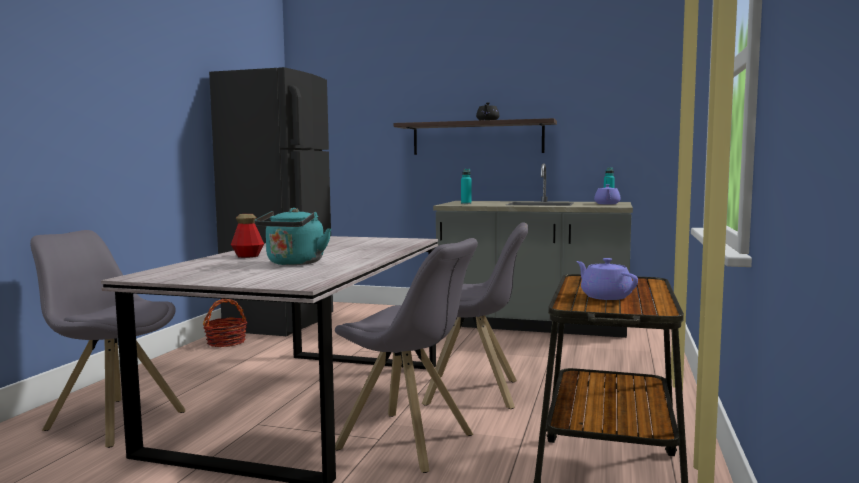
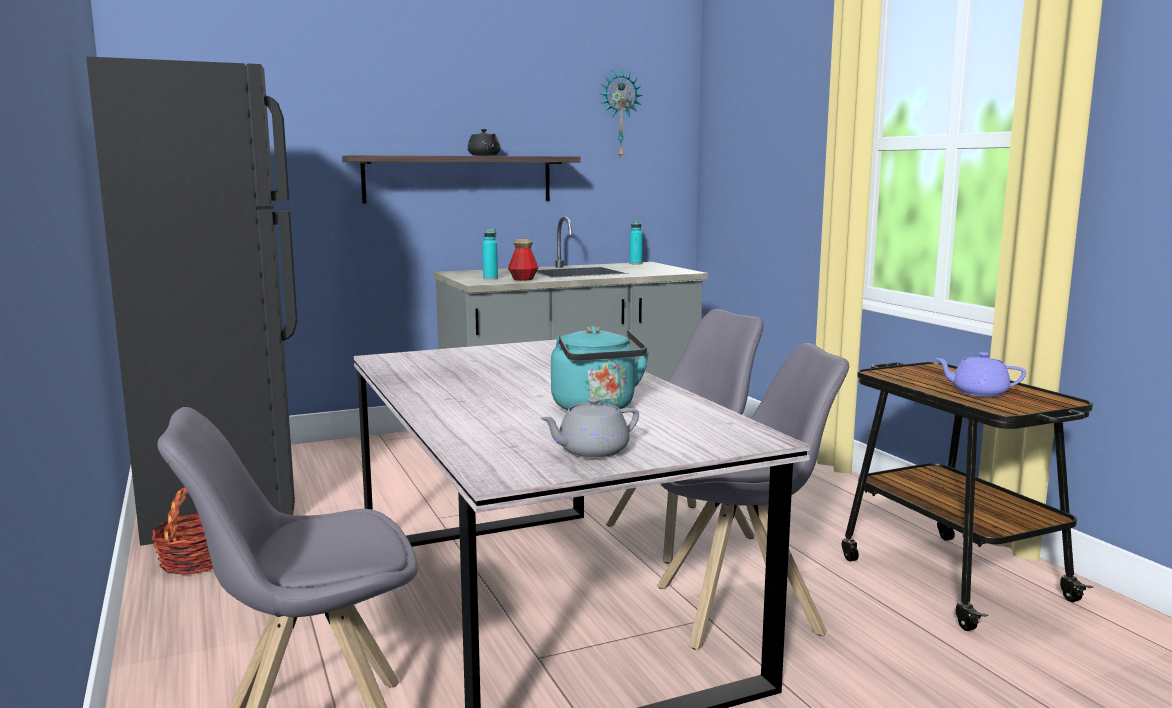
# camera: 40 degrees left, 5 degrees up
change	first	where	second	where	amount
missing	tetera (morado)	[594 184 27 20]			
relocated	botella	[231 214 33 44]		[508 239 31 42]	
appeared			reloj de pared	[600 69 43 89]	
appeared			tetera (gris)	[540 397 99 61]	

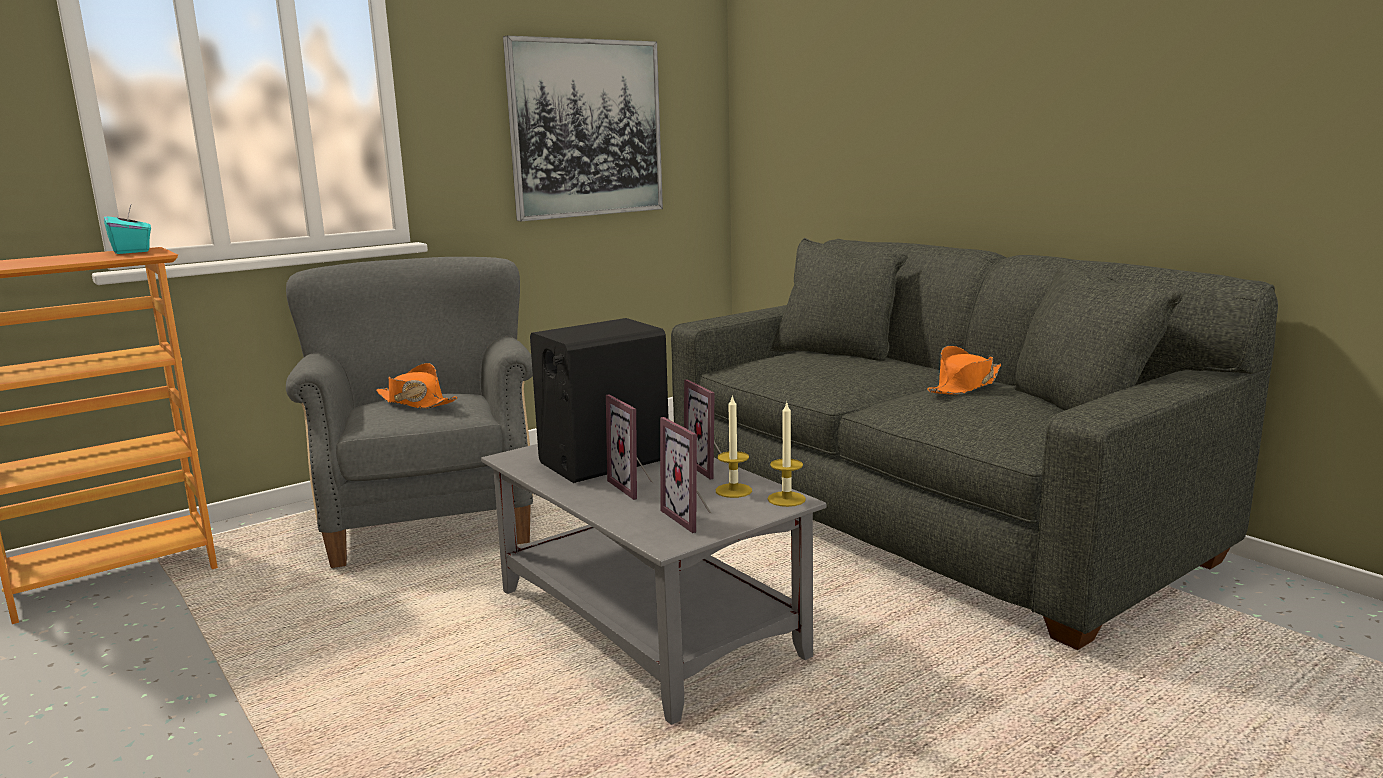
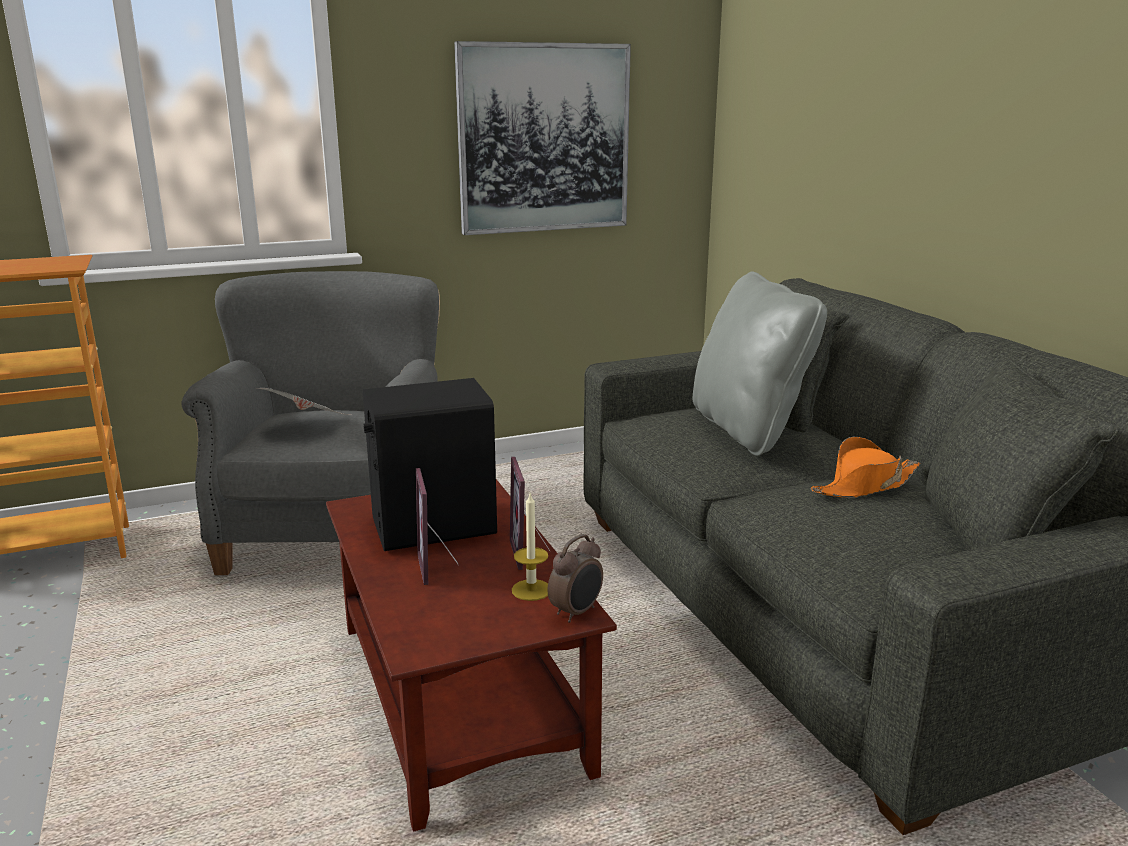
# camera: 15 degrees right, 5 degrees up
change	first	where	second	where	amount
missing	caja de pañuelos (turquesa)	[104 205 47 49]			
exchanged	sombrero (naranja)	[376 363 82 46]	periódico	[256 388 95 27]	
exchanged	vela	[768 401 38 106]	despertador	[548 534 55 89]	
missing	portarretratos	[660 417 52 116]			
colour	mesa de centro (gris)	[481 444 345 281]	mesa de centro (marrón)	[326 479 291 353]	
appeared			cojín (gris)	[693 272 134 184]	

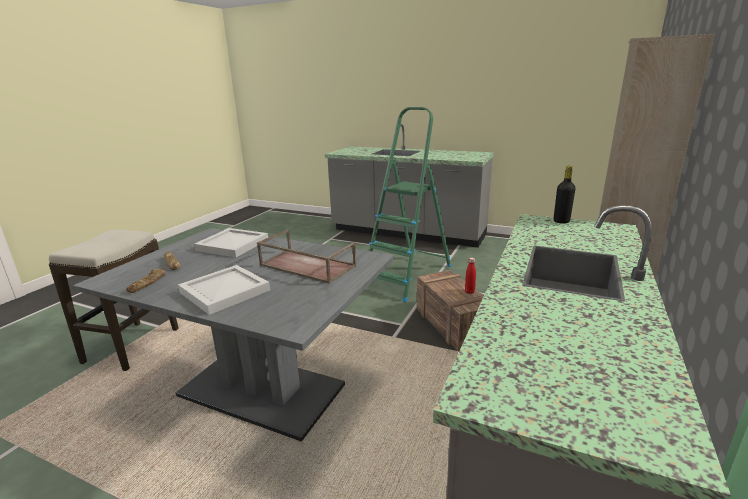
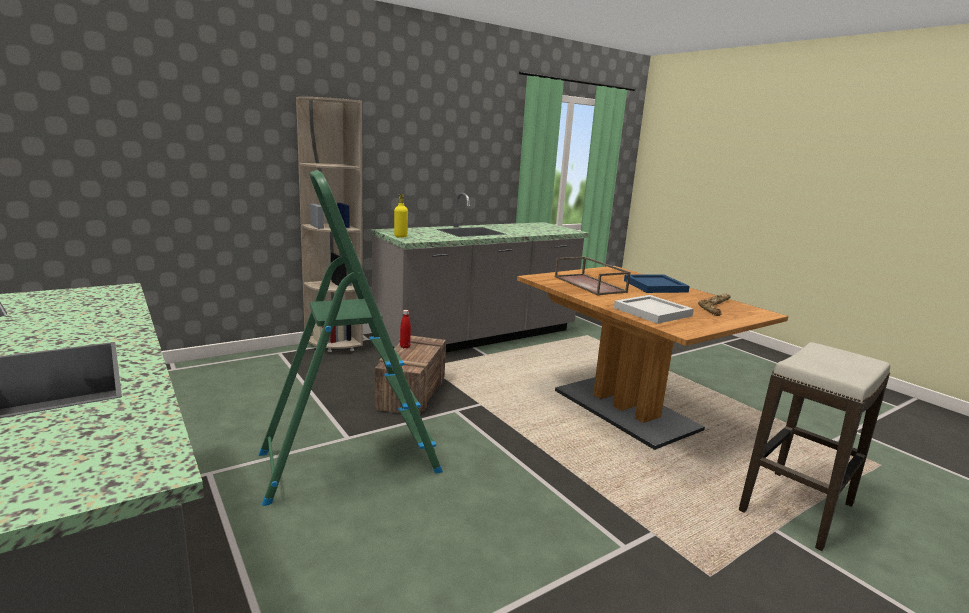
# camera: 150 degrees left, 5 degrees down
change	first	where	second	where	amount
colour	botella (negro)	[554 166 22 58]	botella (amarillo)	[394 194 14 44]	
colour	mesa de comedor (gris)	[73 228 322 214]	mesa de comedor (marrón)	[517 266 271 184]	
colour	bandeja (blanco)	[178 265 92 50]	bandeja (azul)	[624 275 66 18]	

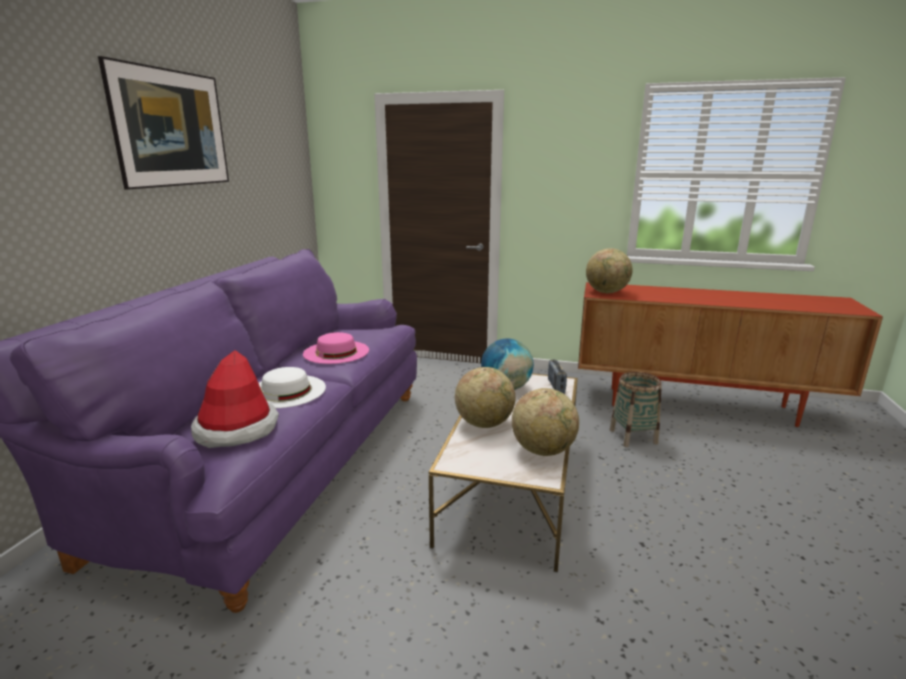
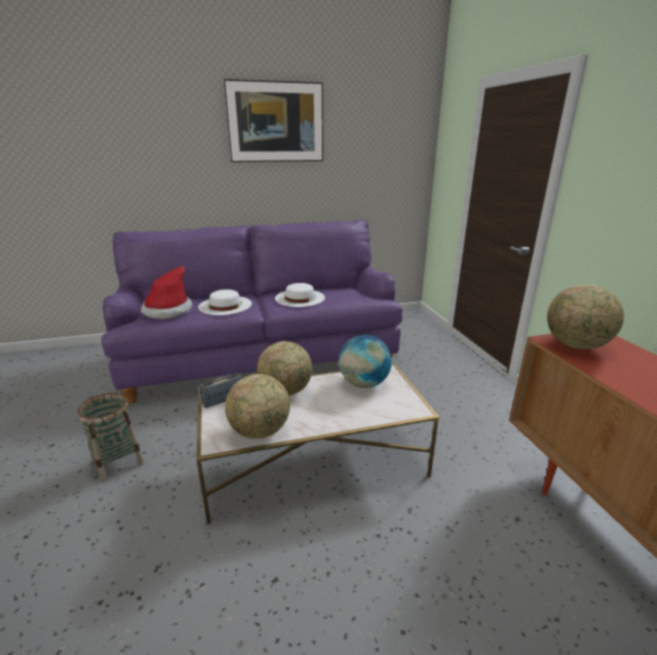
# camera: 60 degrees right, 5 degrees up
change	first	where	second	where	amount
colour	sombrero (rosa)	[303 332 66 32]	sombrero (blanco)	[275 283 50 24]	
relocated	radio	[548 360 19 34]		[199 373 43 35]	
relocated	cesta	[609 372 53 75]		[77 393 67 89]	

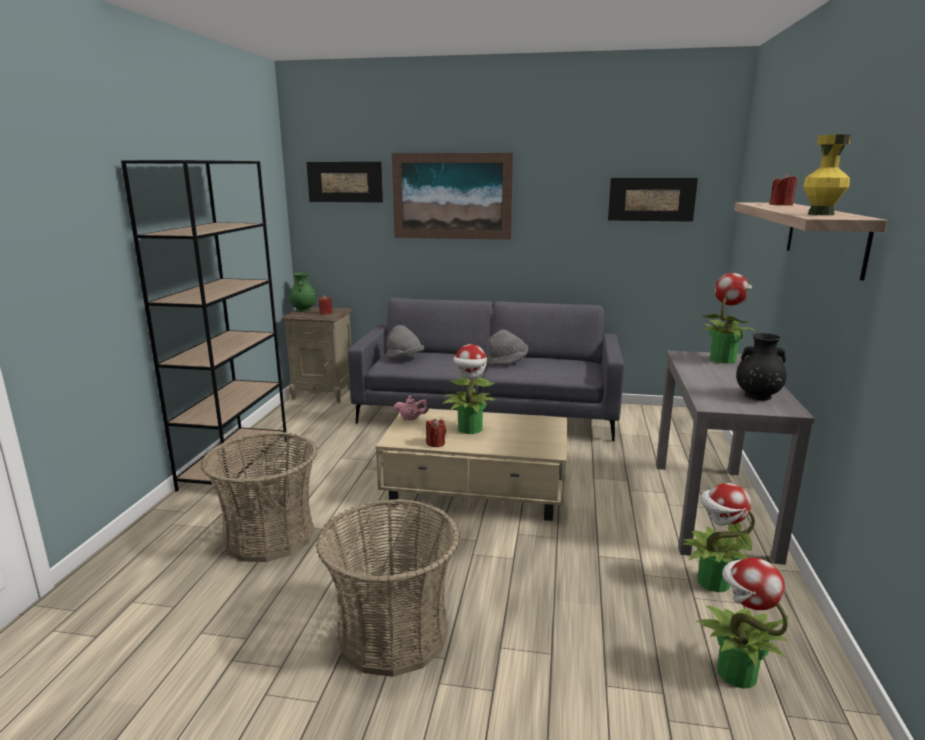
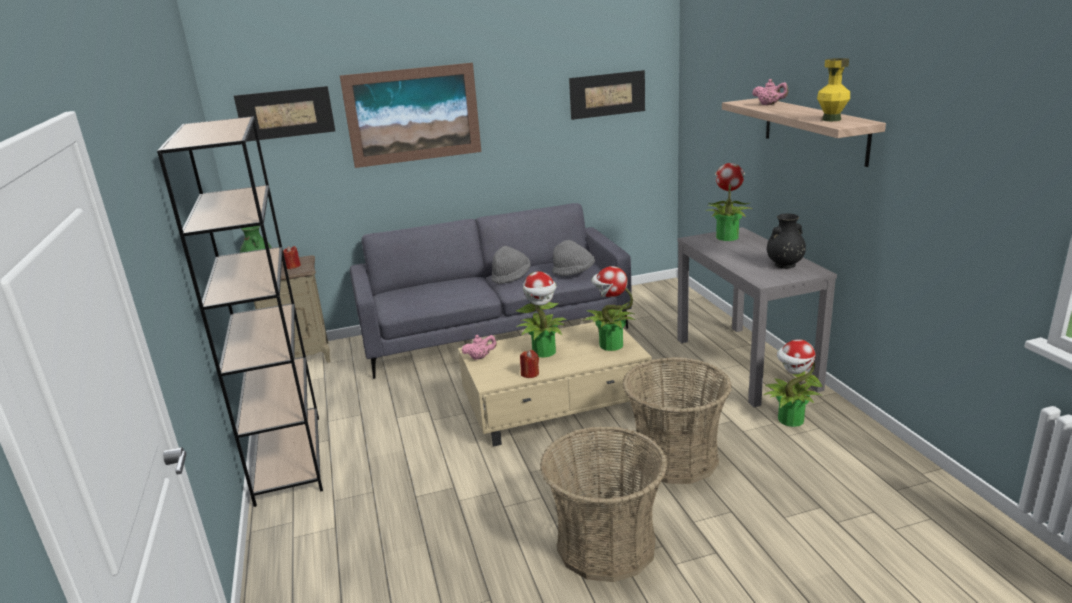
# camera: 25 degrees left, 5 degrees up
change	first	where	second	where	amount
exchanged	vela (rojo)	[769 174 28 32]	tetera (rosa)	[752 79 37 26]	
relocated	sombrero (gris)	[386 325 38 33]		[552 240 43 36]	
relocated	cesta	[201 432 116 130]		[622 357 110 127]	
relocated	planta en maceta	[696 558 92 131]		[583 266 52 85]	

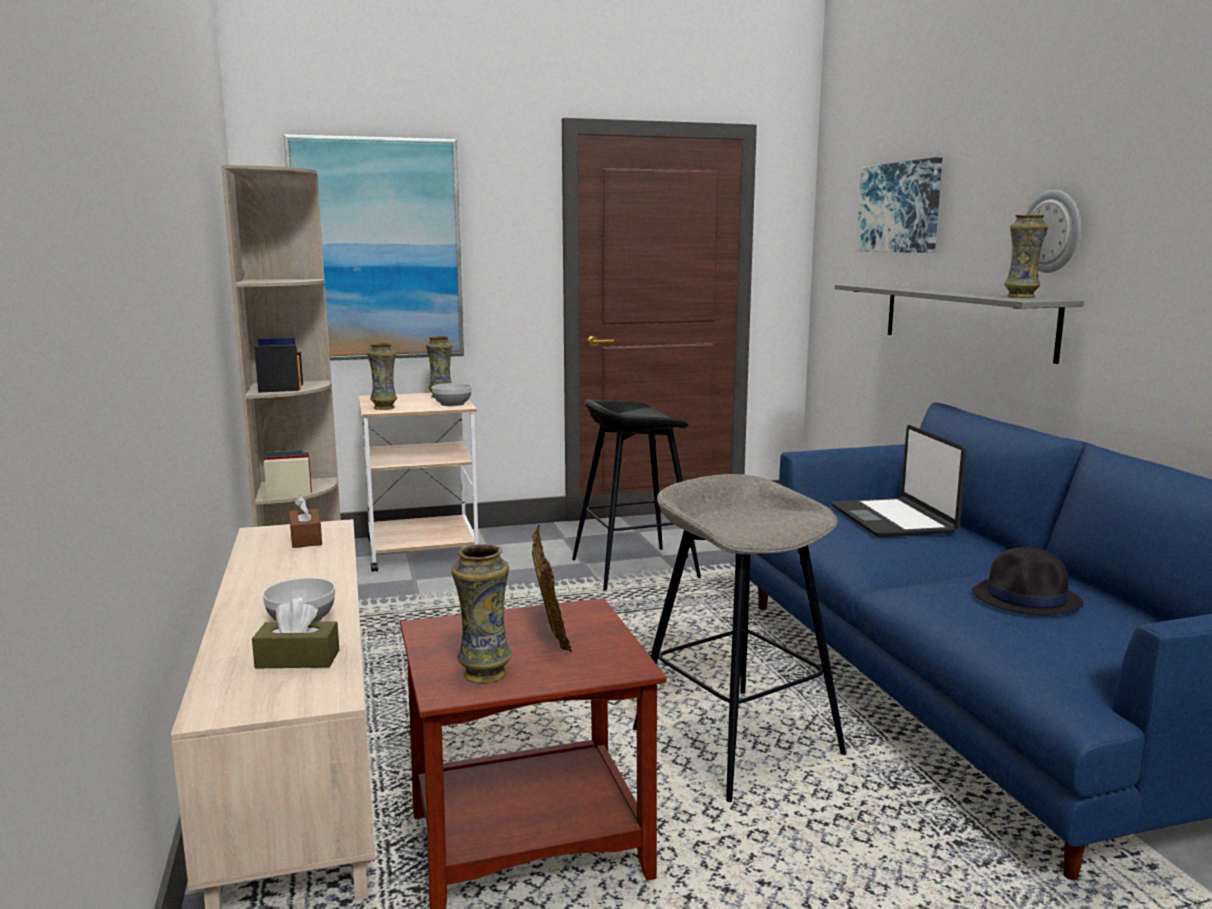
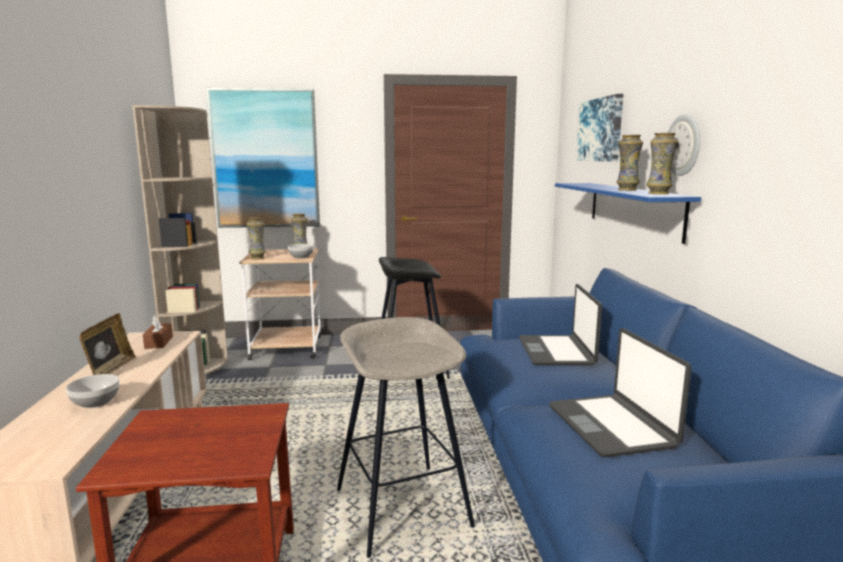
# camera: 10 degrees right, 0 degrees up
change	first	where	second	where	amount
colour	estante (gris)	[835 284 249 80]	estante (azul)	[555 183 146 61]	
relocated	portarretratos	[532 525 40 127]		[79 313 57 62]	
relocated	florero	[451 544 61 139]		[616 135 27 56]	
exchanged	sombrero (negro)	[972 547 112 69]	portátil	[549 328 143 129]	
missing	caja de pañuelos (marrón)	[252 599 87 69]			

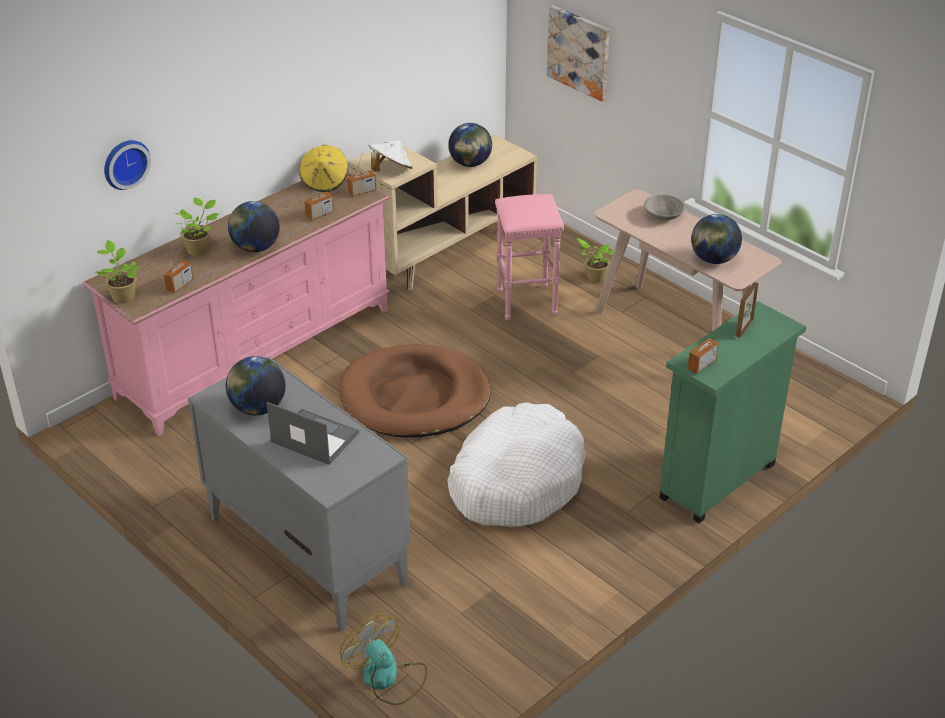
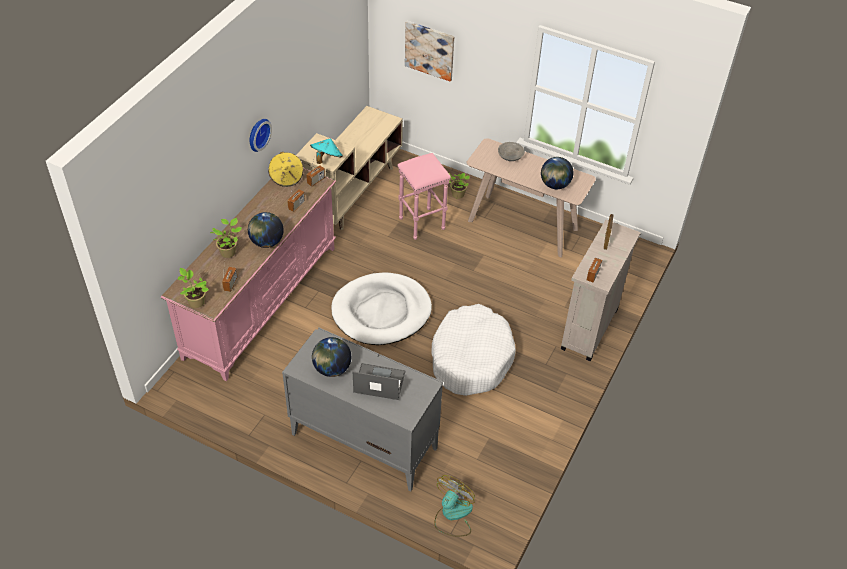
# camera: 20 degrees left, 10 degrees up
change	first	where	second	where	amount
missing	globo terráqueo	[448 123 44 44]			
relocated	reloj de pared	[104 140 47 50]		[249 119 23 33]	
colour	sombrero (blanco)	[369 140 44 32]	sombrero (turquesa)	[310 138 33 26]	
colour	armario (verde)	[659 301 147 223]	armario (beis)	[561 220 80 141]	
colour	cama para perro (marrón)	[339 344 151 93]	cama para perro (blanco)	[331 272 101 73]	
spun	ventilador	[340 613 87 92]		[434 475 41 62]	90 degrees clockwise

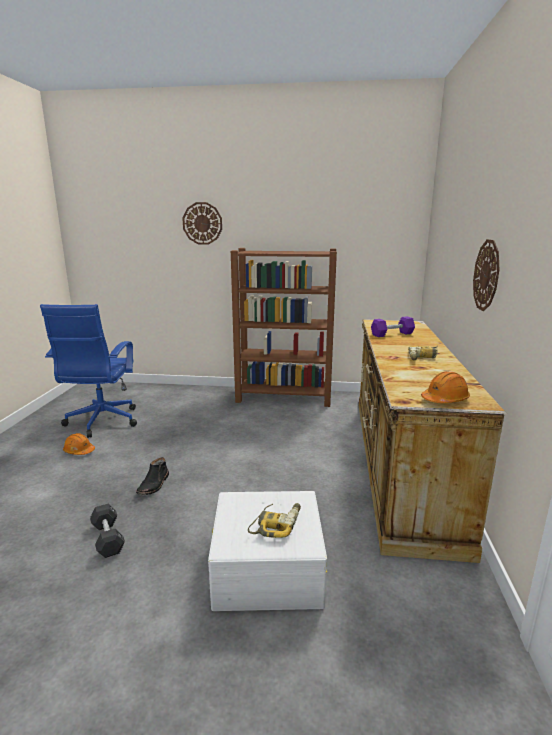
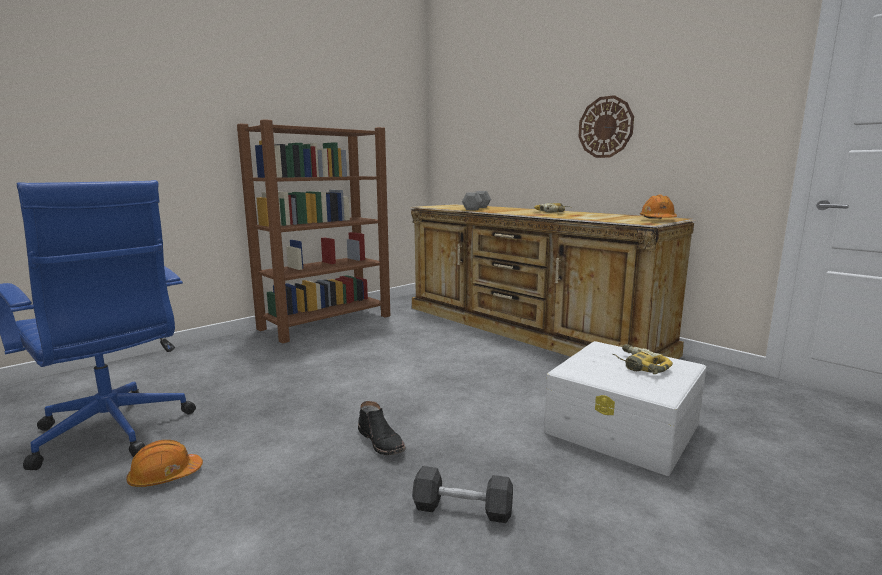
# camera: 50 degrees left, 5 degrees down
change	first	where	second	where	amount
missing	reloj de pared	[182 202 40 43]			
colour	mancuerna (morado)	[371 316 44 21]	mancuerna (gris)	[462 191 29 20]	

